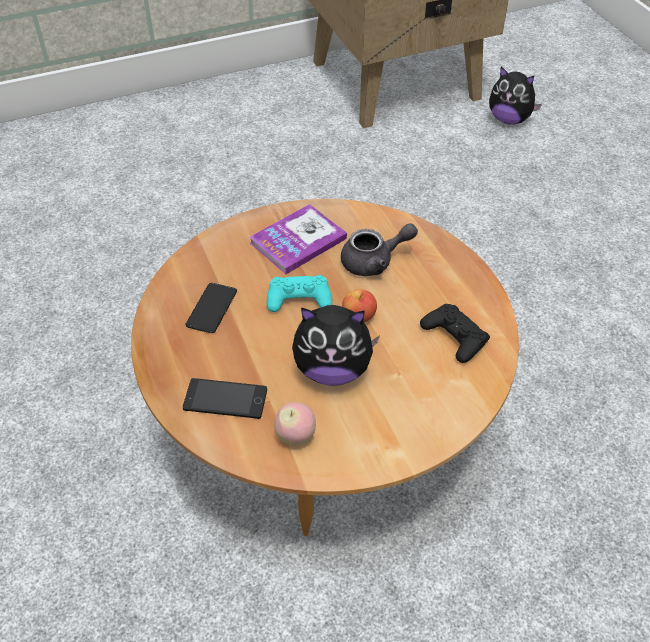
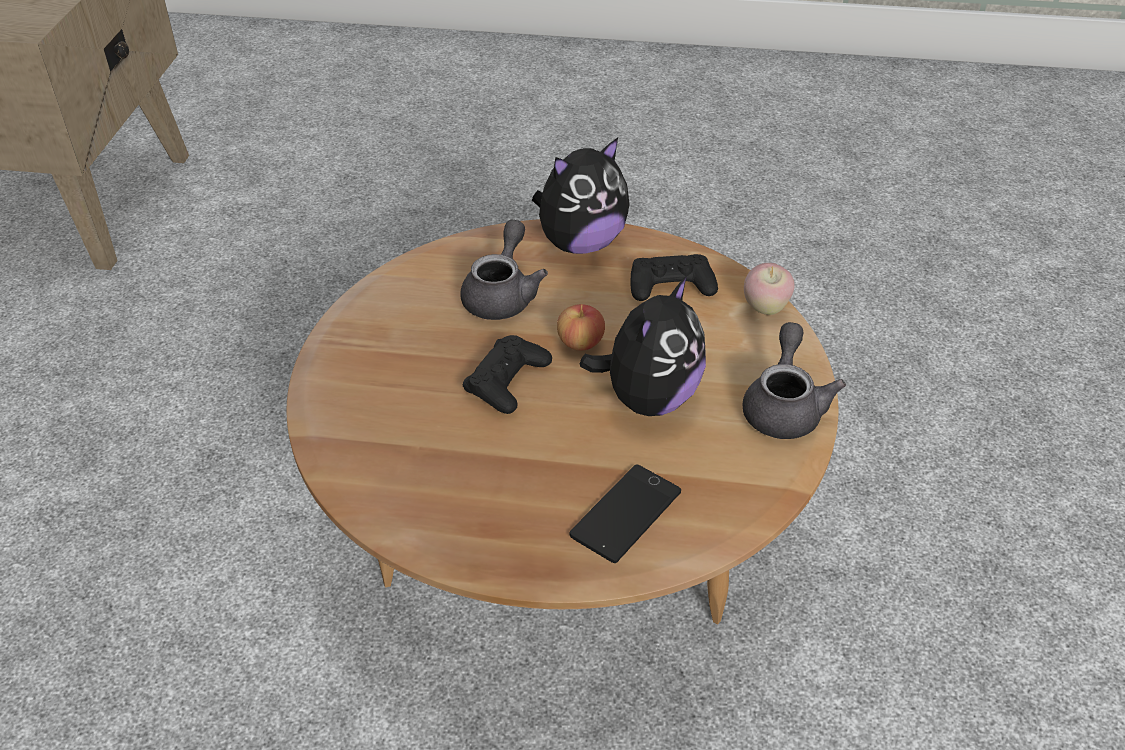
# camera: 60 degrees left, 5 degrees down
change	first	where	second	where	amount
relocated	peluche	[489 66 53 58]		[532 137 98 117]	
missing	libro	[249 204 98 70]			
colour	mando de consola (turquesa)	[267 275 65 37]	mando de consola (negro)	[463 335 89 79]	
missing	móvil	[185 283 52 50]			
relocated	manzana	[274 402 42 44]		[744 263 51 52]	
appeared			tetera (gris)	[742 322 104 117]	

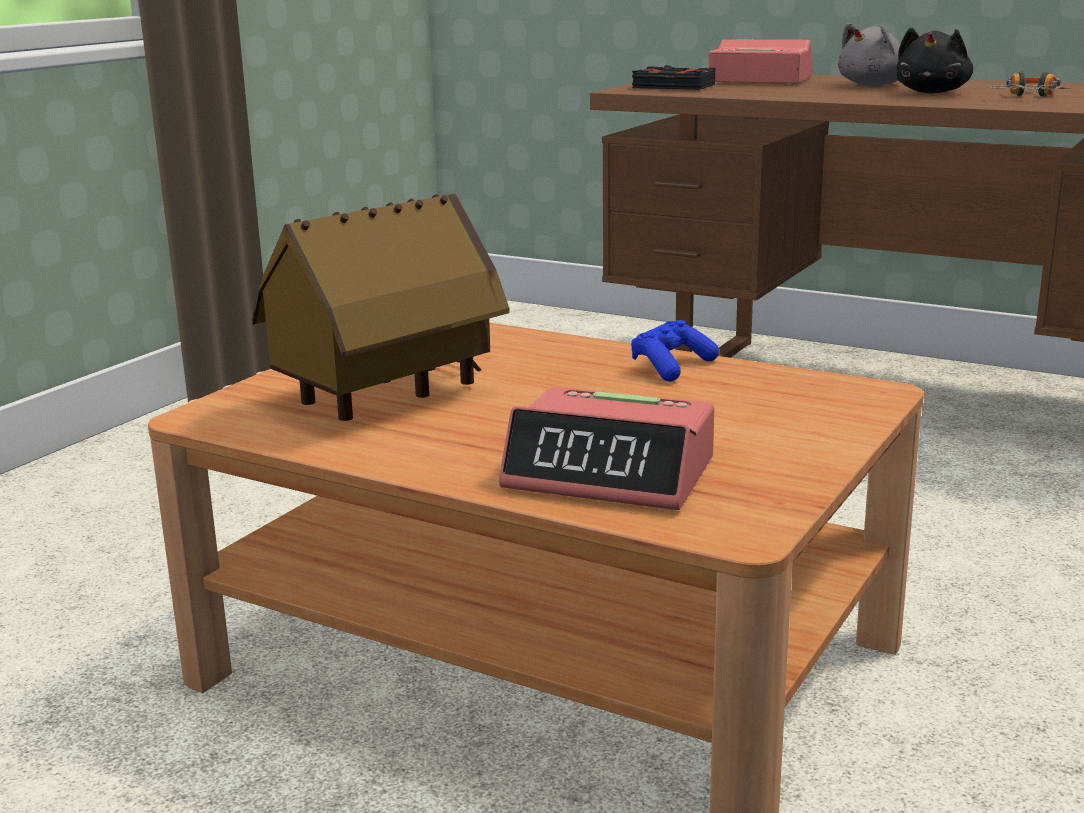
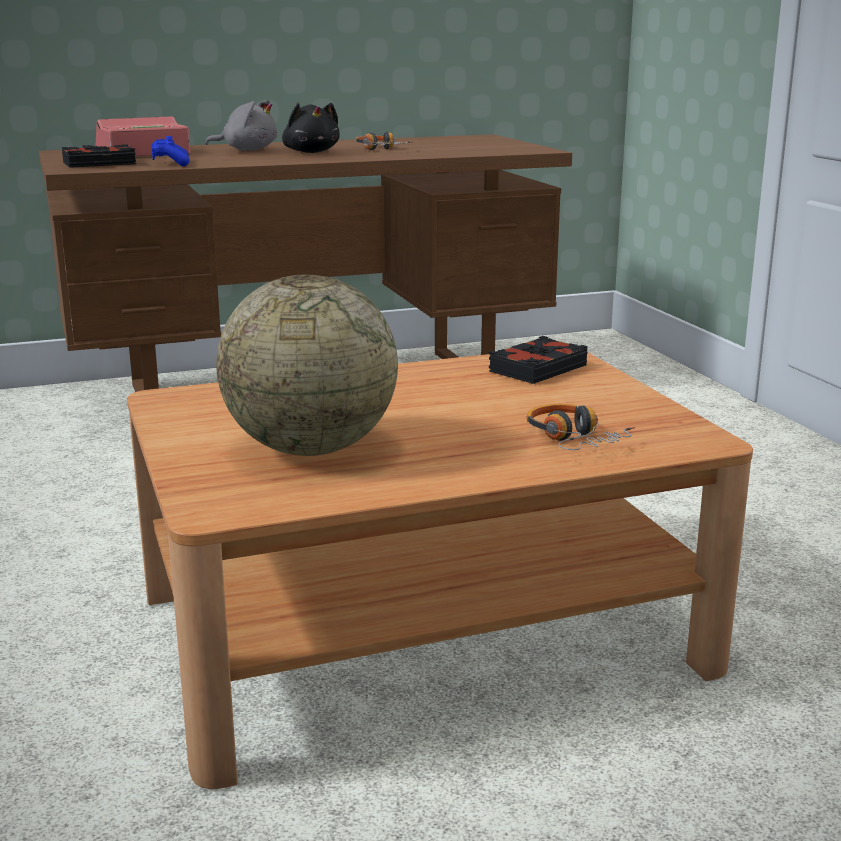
# camera: 50 degrees left, 0 degrees up
change	first	where	second	where	amount
spun	peluche (gris)	[838 23 62 63]		[205 100 72 51]	75 degrees counterclockwise
exchanged	casita	[252 193 258 228]	globo terráqueo	[216 274 182 182]	
relocated	mando de consola (azul)	[631 320 88 62]		[151 136 39 30]	
exchanged	despertador	[499 387 215 123]	auriculares	[527 404 108 46]	
appeared			libro (negro)	[489 336 99 48]	

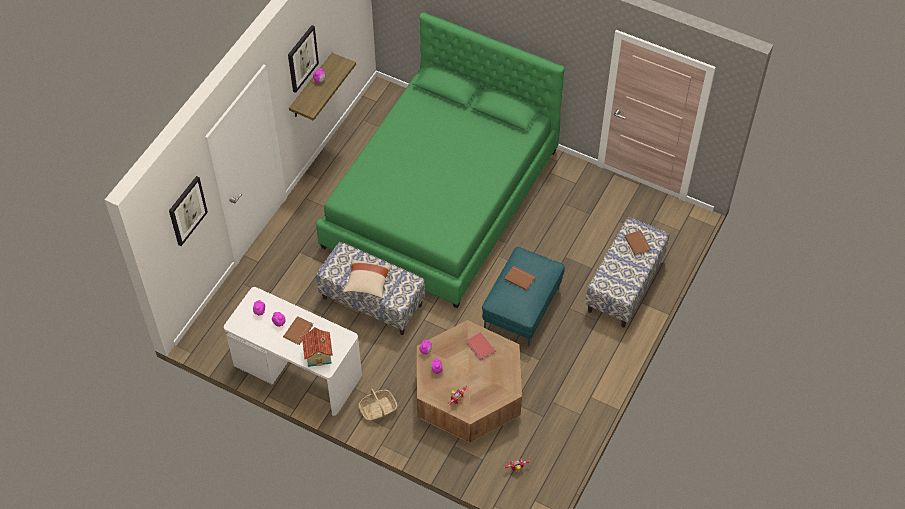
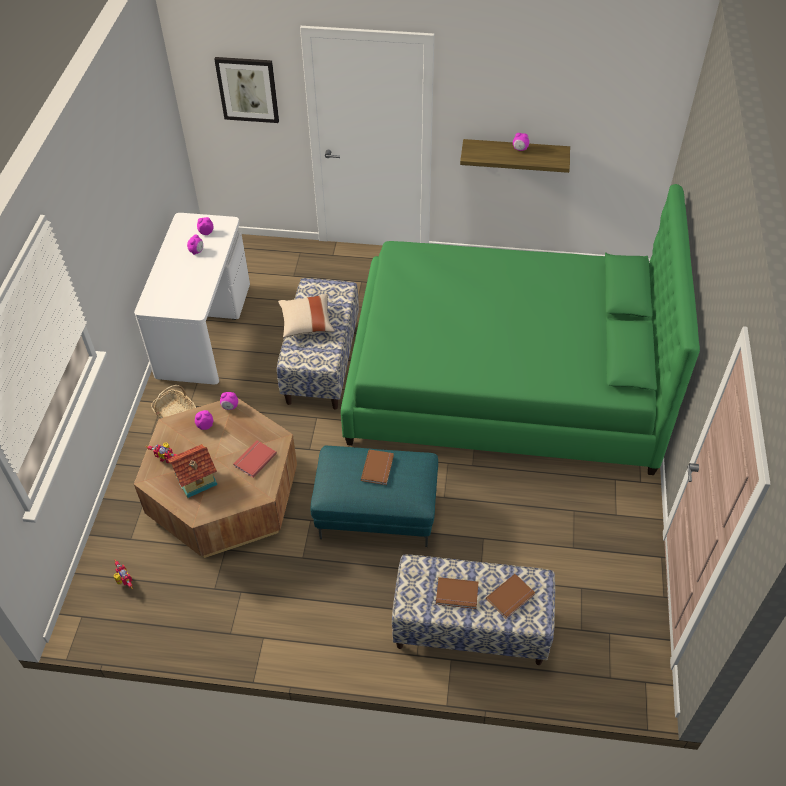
# camera: 70 degrees right, 5 degrees down
change	first	where	second	where	amount
missing	cuadro	[288 25 31 68]			
relocated	libro (marrón)	[283 316 30 29]		[436 577 42 32]	
relocated	casita	[302 327 31 40]		[167 444 50 54]	

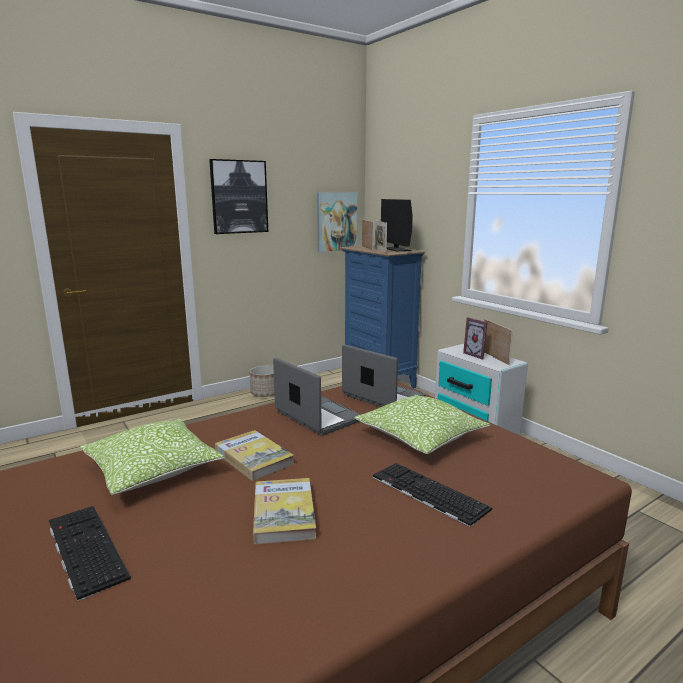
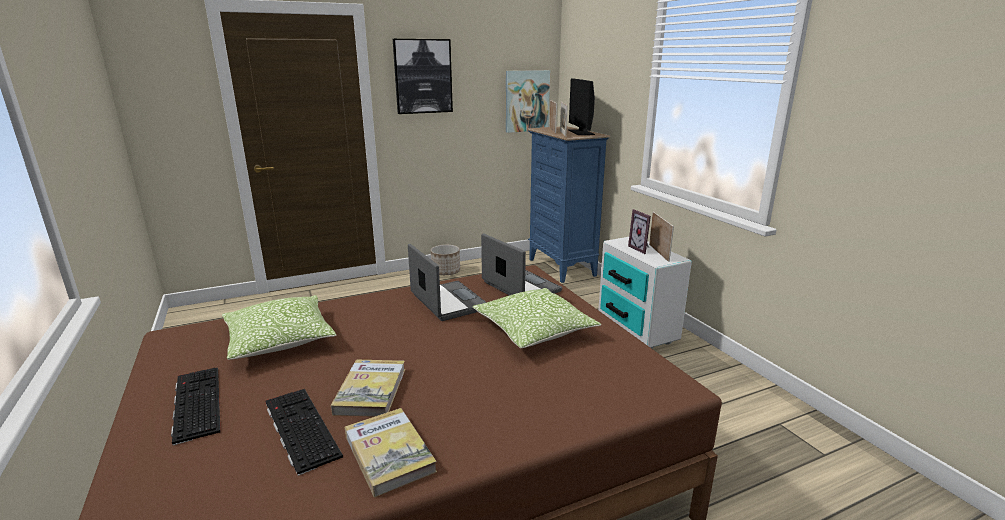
# camera: 10 degrees right, 5 degrees up
change	first	where	second	where	amount
relocated	libro	[215 430 79 51]		[345 408 92 89]	
relocated	teclado	[373 463 119 64]		[265 389 78 87]	

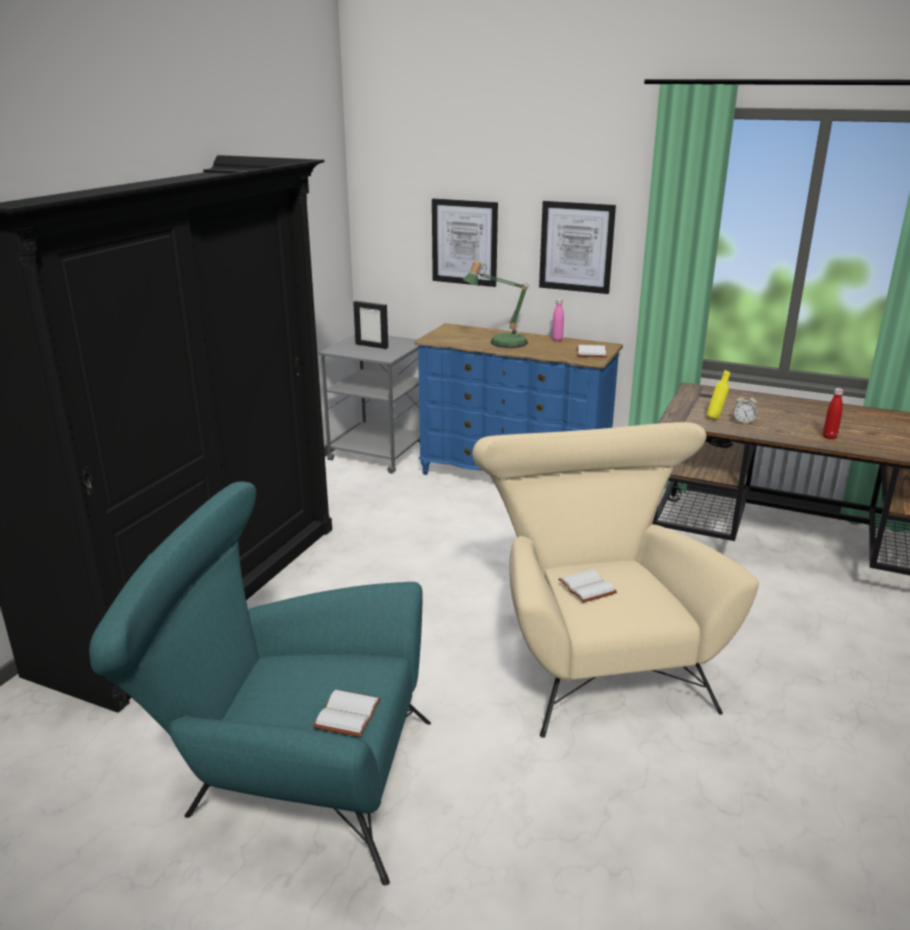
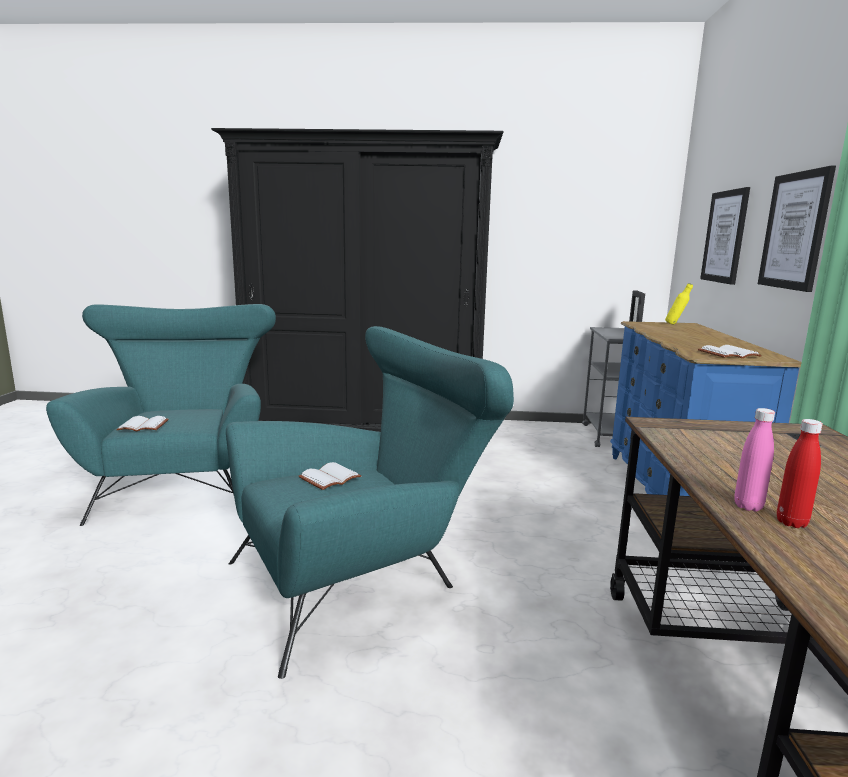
# camera: 70 degrees right, 10 degrees down
change	first	where	second	where	amount
missing	lámpara de mesa	[463 261 67 87]			
relocated	botella (rosa)	[552 299 12 42]		[734 408 41 103]	
relocated	botella (amarillo)	[706 370 24 49]		[665 283 28 42]	
missing	despertador	[733 393 25 30]			
colour	sillón (beis)	[472 422 287 316]	sillón (turquesa)	[226 326 288 353]	

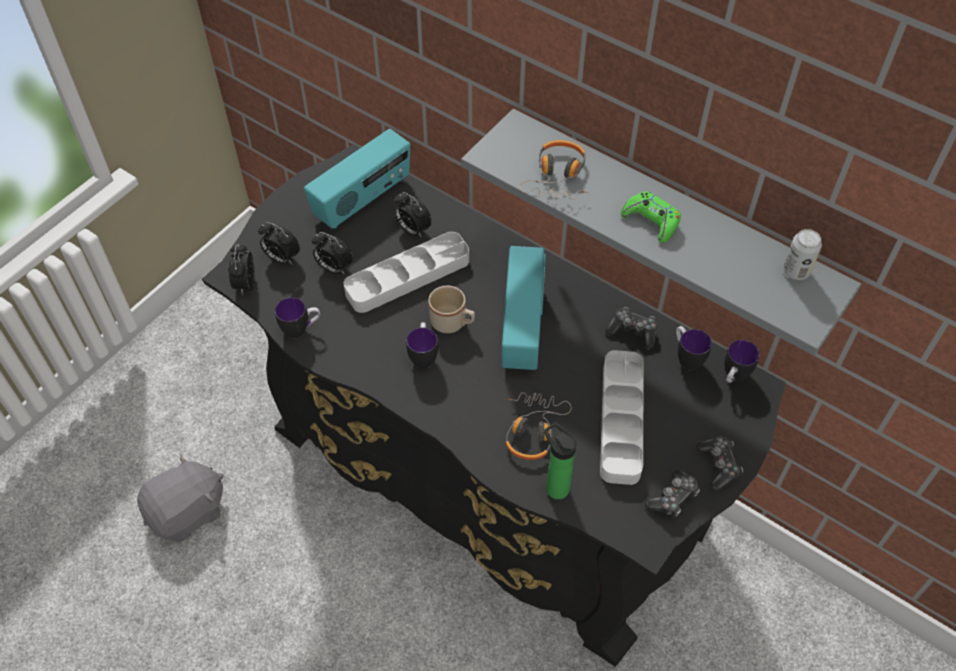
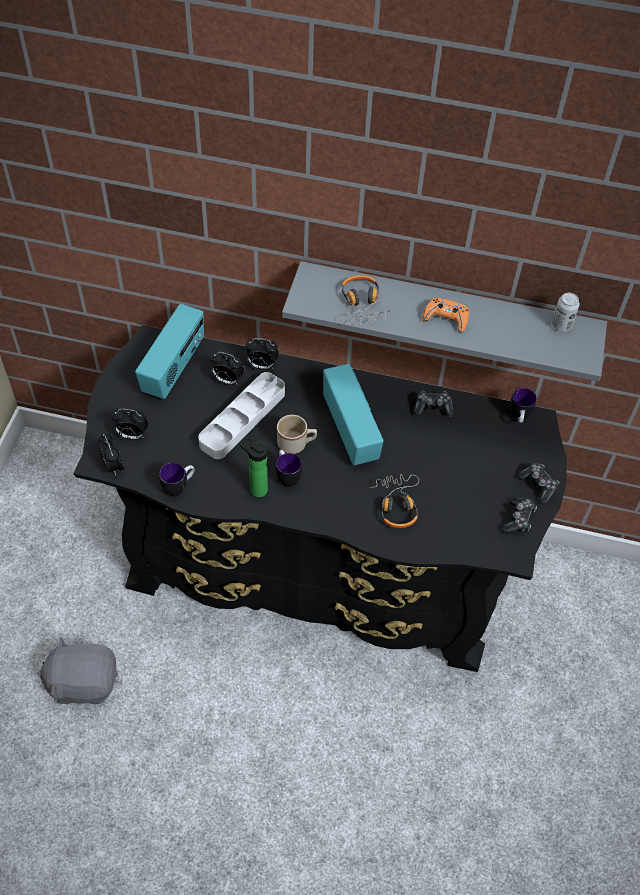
# camera: 25 degrees left, 0 degrees up
change	first	where	second	where	amount
colour	mando de consola (verde)	[621 191 60 52]	mando de consola (naranja)	[422 297 47 35]	
relocated	despertador	[312 232 41 43]		[246 338 33 32]	
missing	taza grande	[676 326 36 45]			
missing	bandeja (gris)	[600 350 44 135]			
relocated	botella	[544 422 32 77]		[240 436 28 61]	
spun	peluche (gris)	[137 454 86 88]		[37 637 81 67]	120 degrees counterclockwise

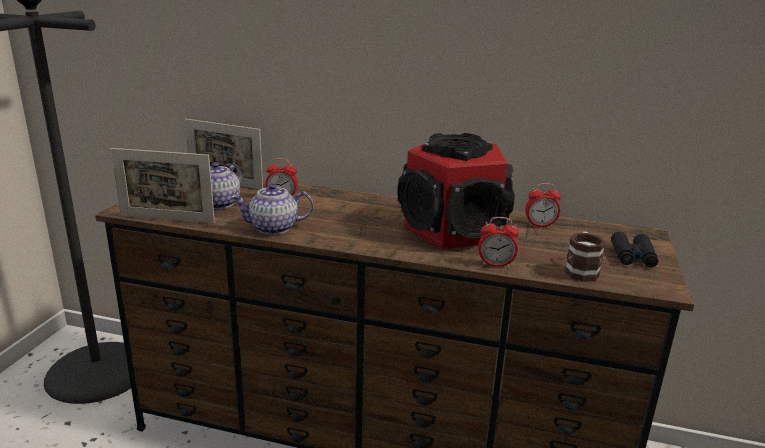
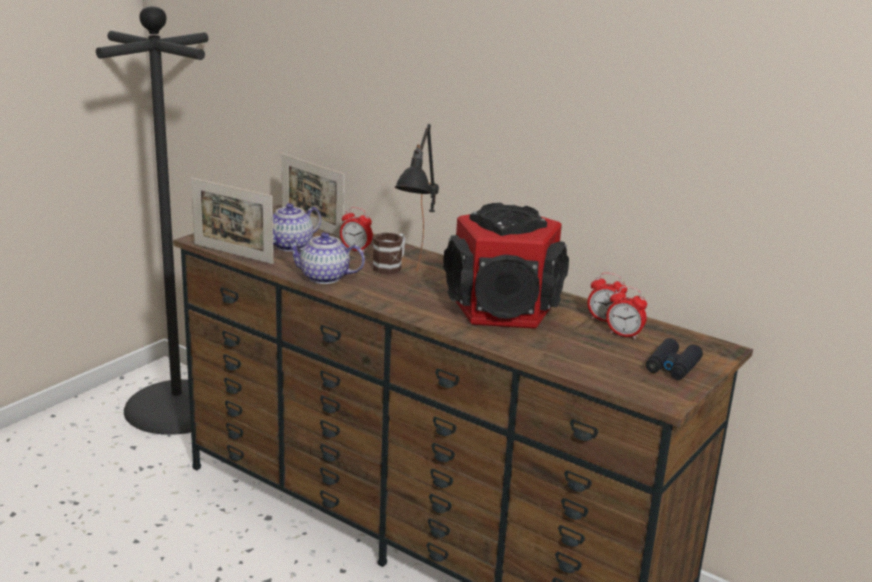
# camera: 20 degrees right, 0 degrees up
change	first	where	second	where	amount
relocated	despertador	[479 217 40 51]		[606 286 41 53]	
relocated	taza grande	[564 231 42 51]		[372 232 33 43]	
appeared			lámpara de mesa (negro)	[395 124 44 148]	

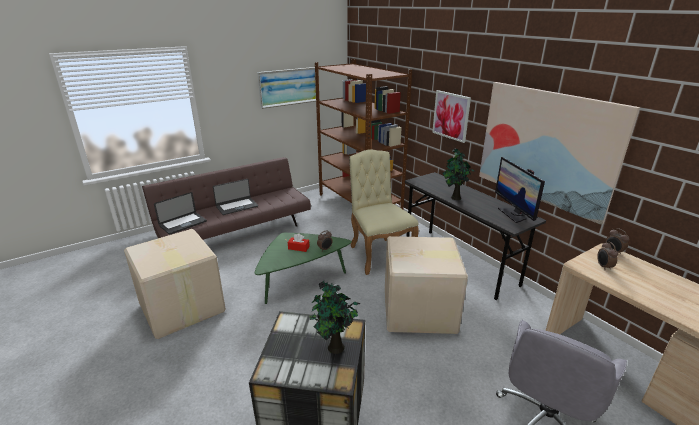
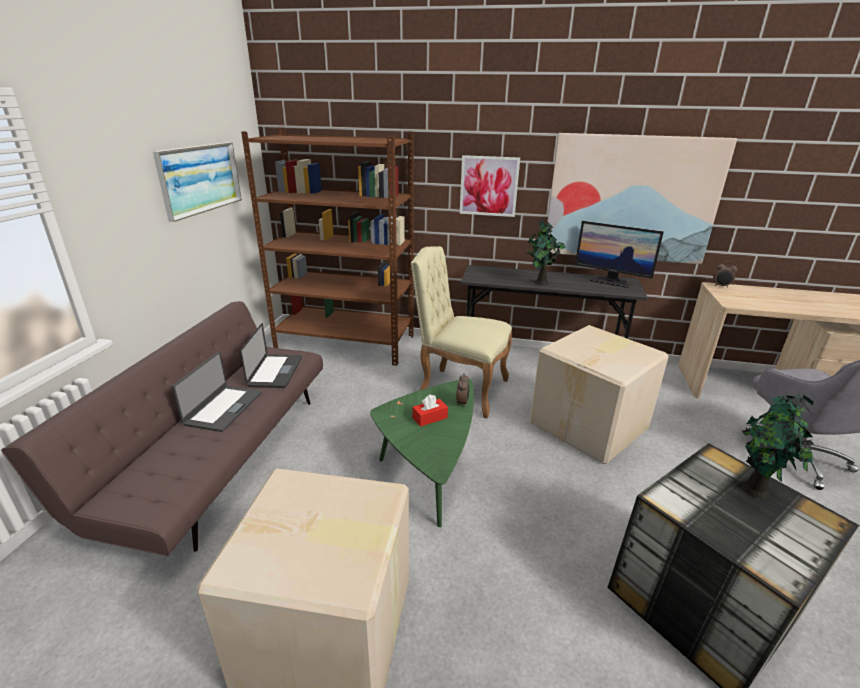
# camera: 45 degrees left, 0 degrees up
change	first	where	second	where	amount
relocated	portátil	[154 192 53 43]		[240 323 62 65]	
missing	despertador	[597 242 21 28]			

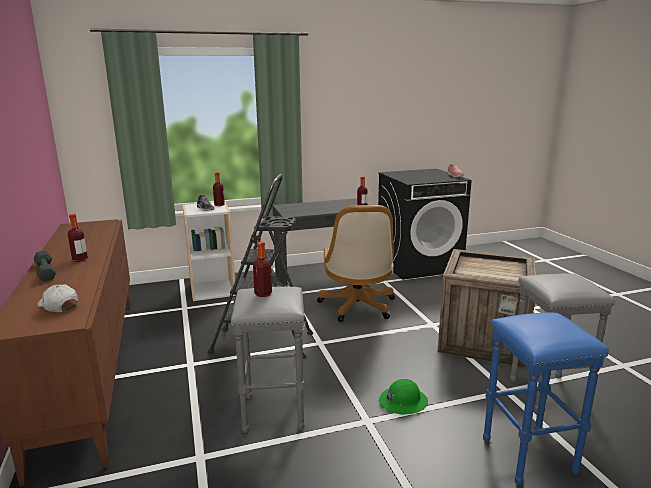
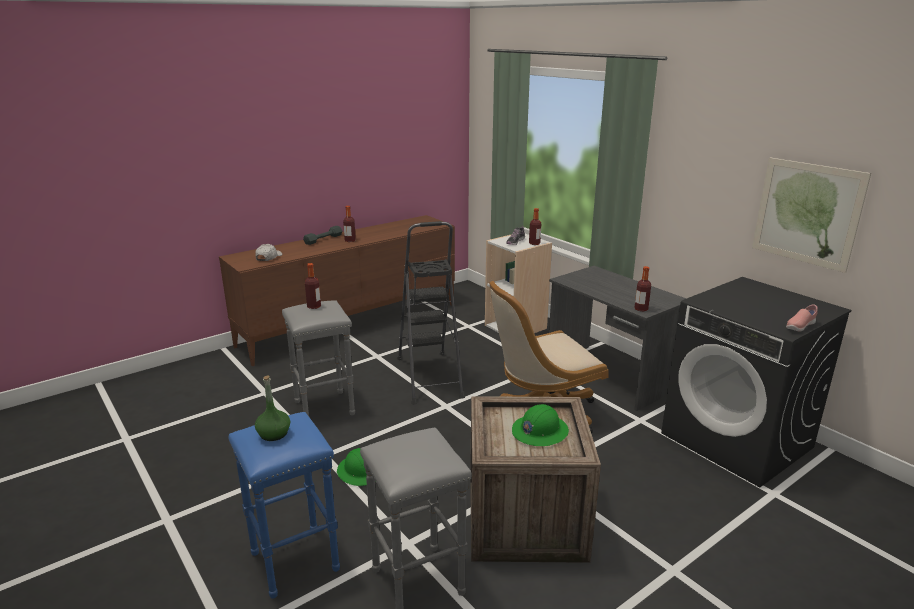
# camera: 70 degrees right, 5 degrees up
change	first	where	second	where	amount
appeared			cuadro	[752 158 119 115]	
appeared			botella (verde)	[255 375 35 66]	
appeared			casco (verde)	[512 404 57 42]	

